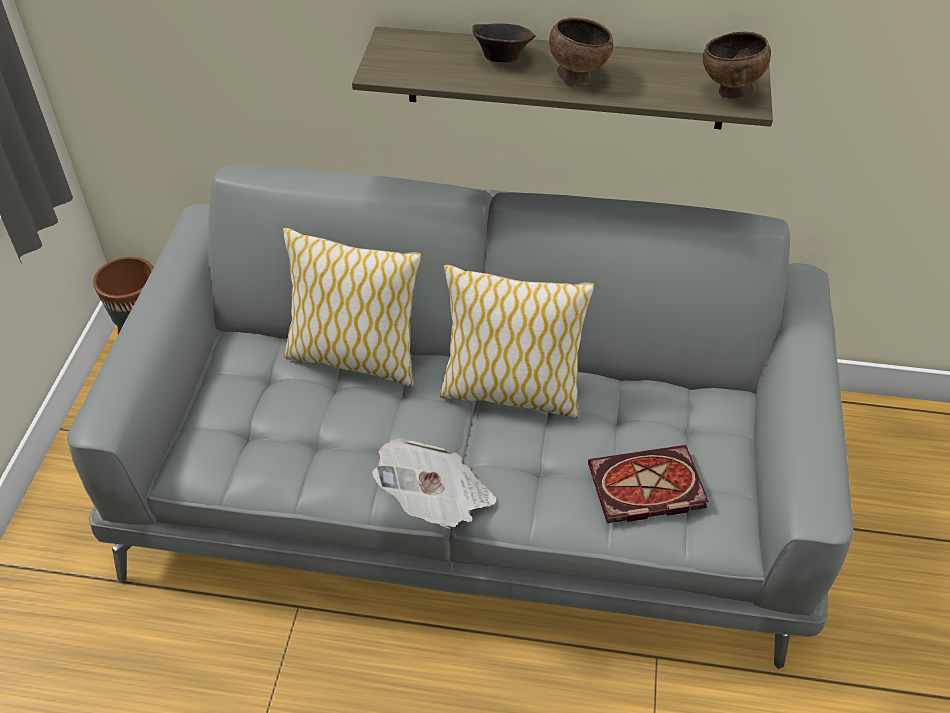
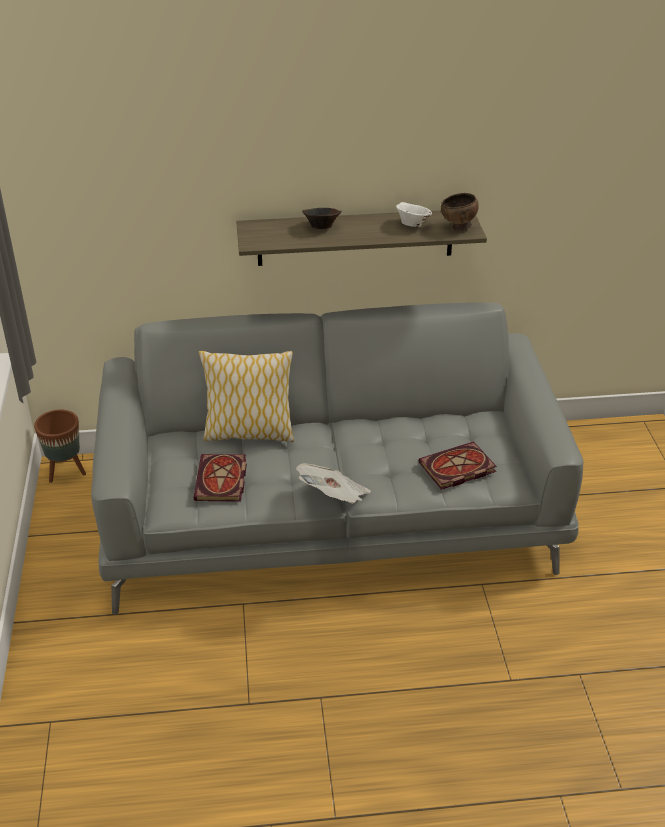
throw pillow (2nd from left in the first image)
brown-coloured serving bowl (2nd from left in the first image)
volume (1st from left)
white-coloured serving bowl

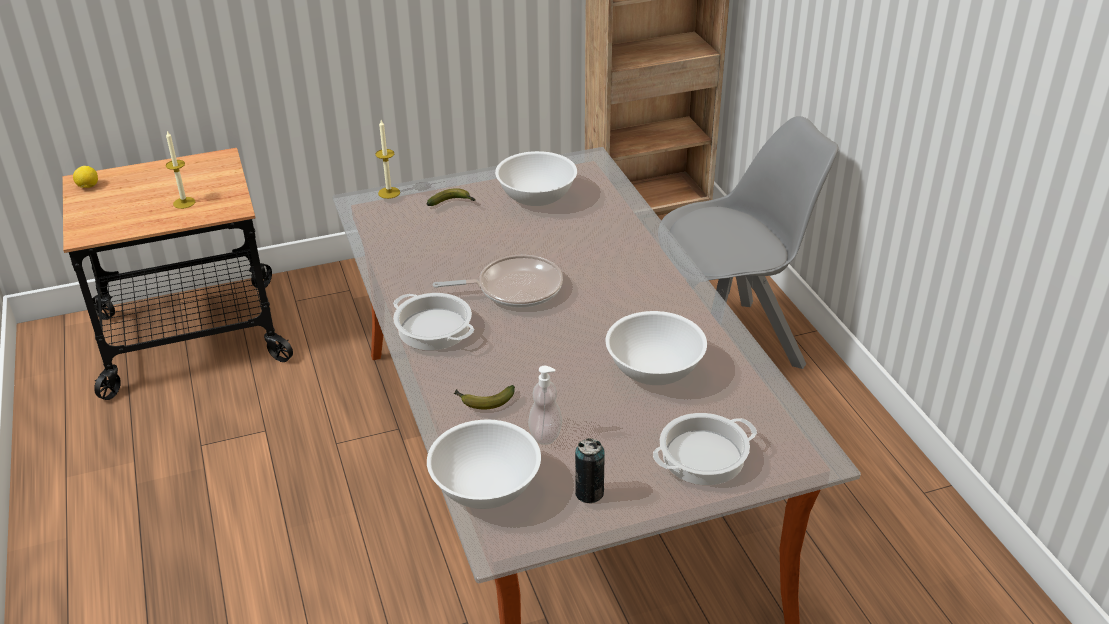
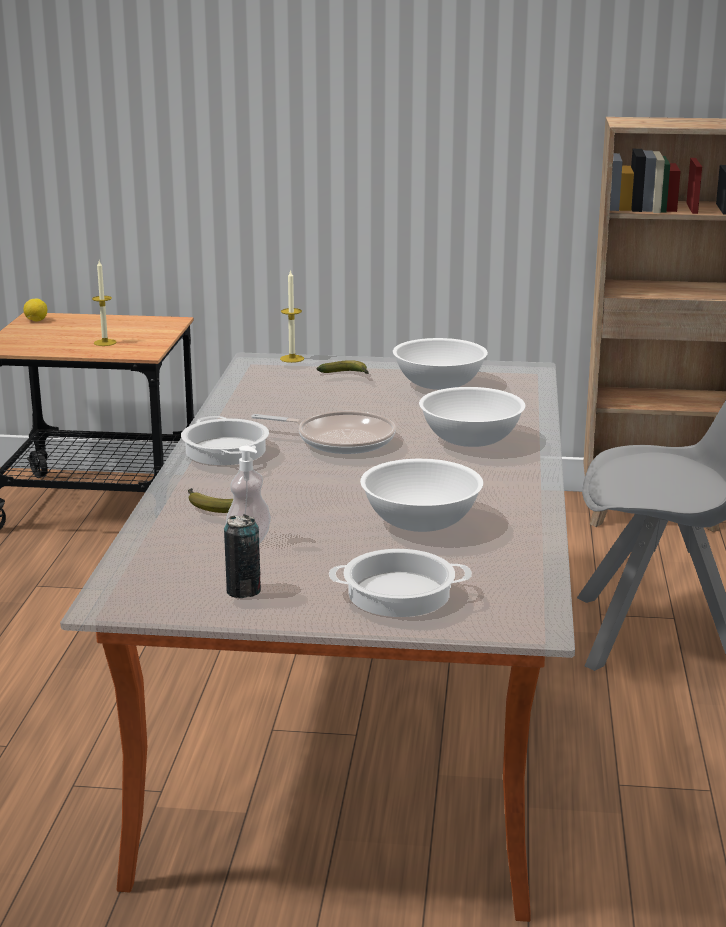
white-coloured serving bowl (3rd from left)

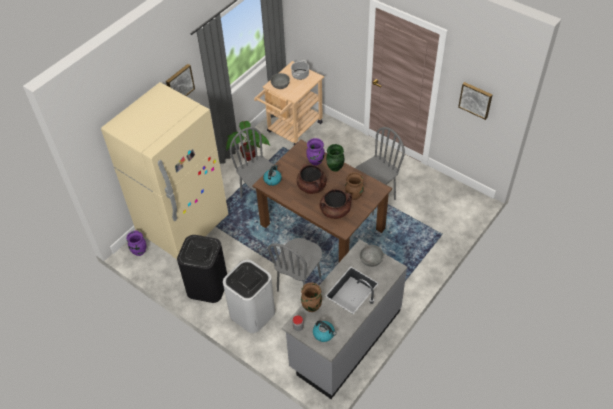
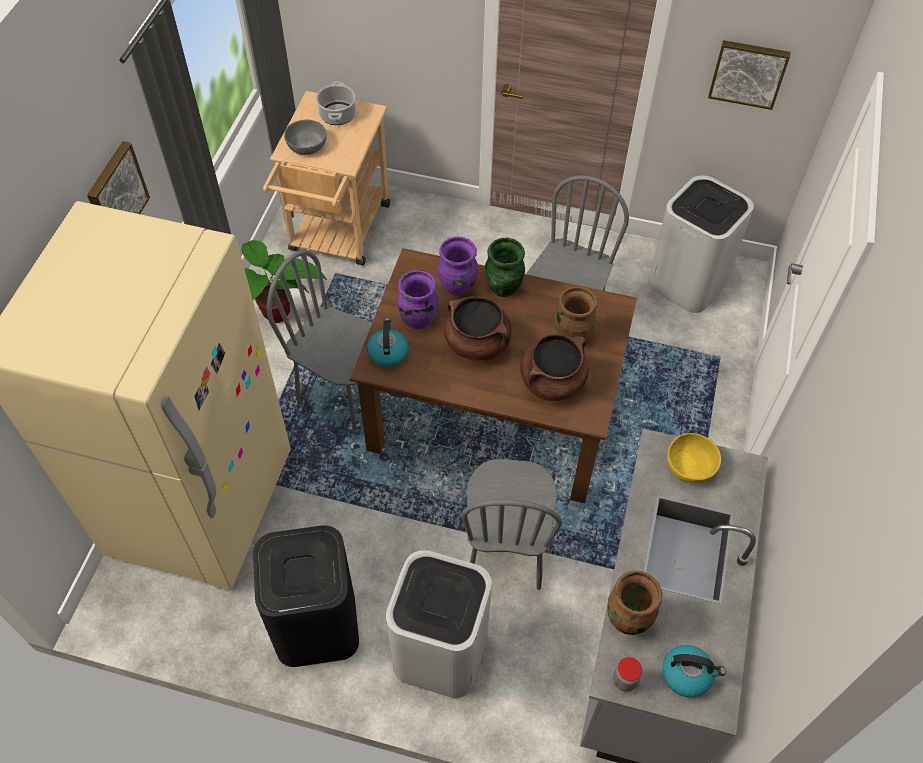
white-coloured waste bin (2nd from left)
purple-coloured flower vase (1st from left)
yellow-coloured serving bowl

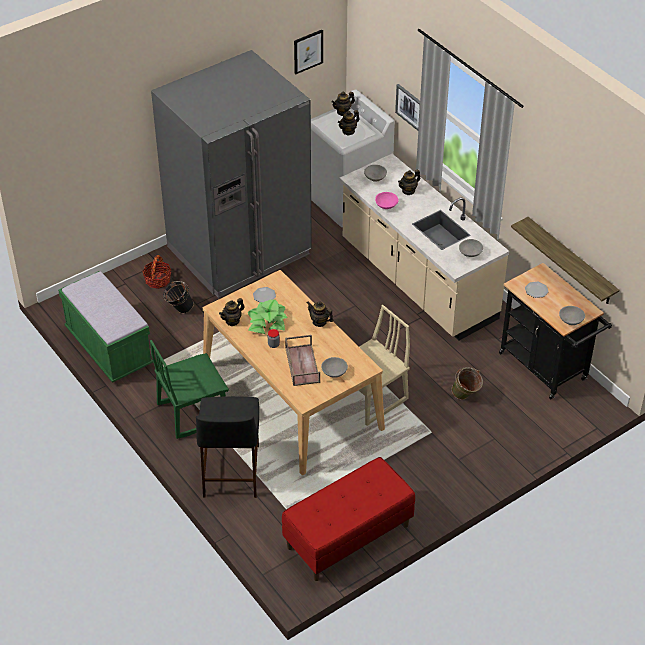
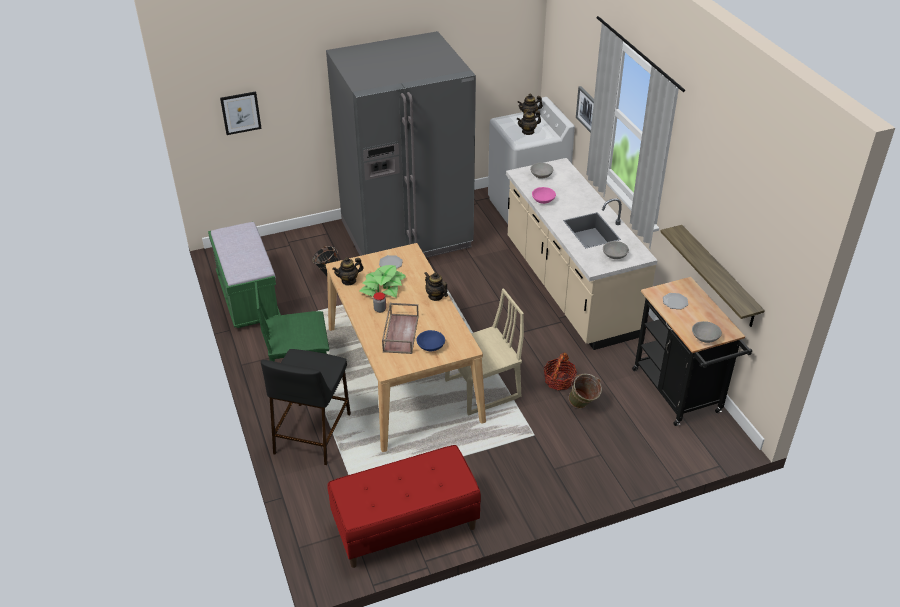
pot for tea (5th from left in the first image)
basket
wall art (1st from left)
bluish serving bowl

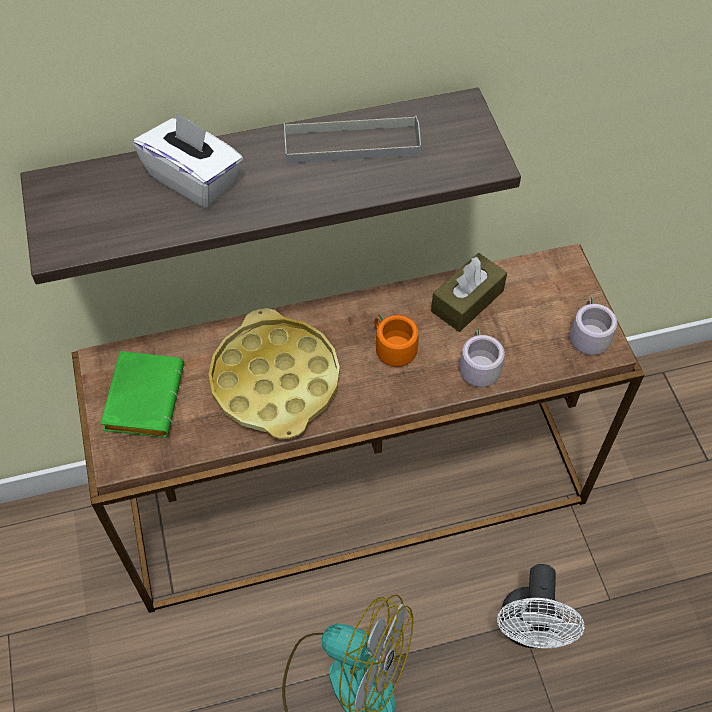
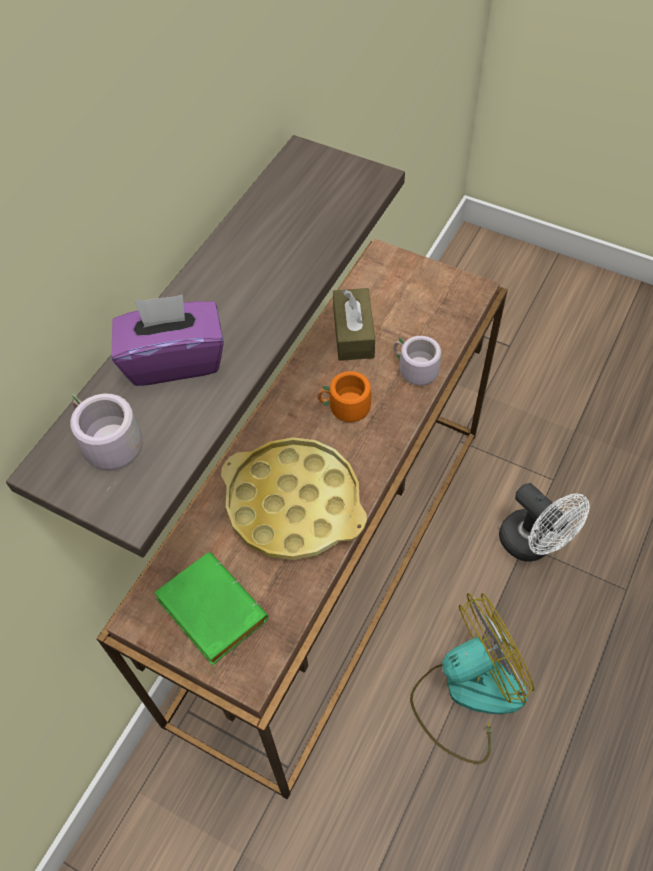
gray carrying tray
gray tea mug (1st from left)
purple-coloured tissue holder

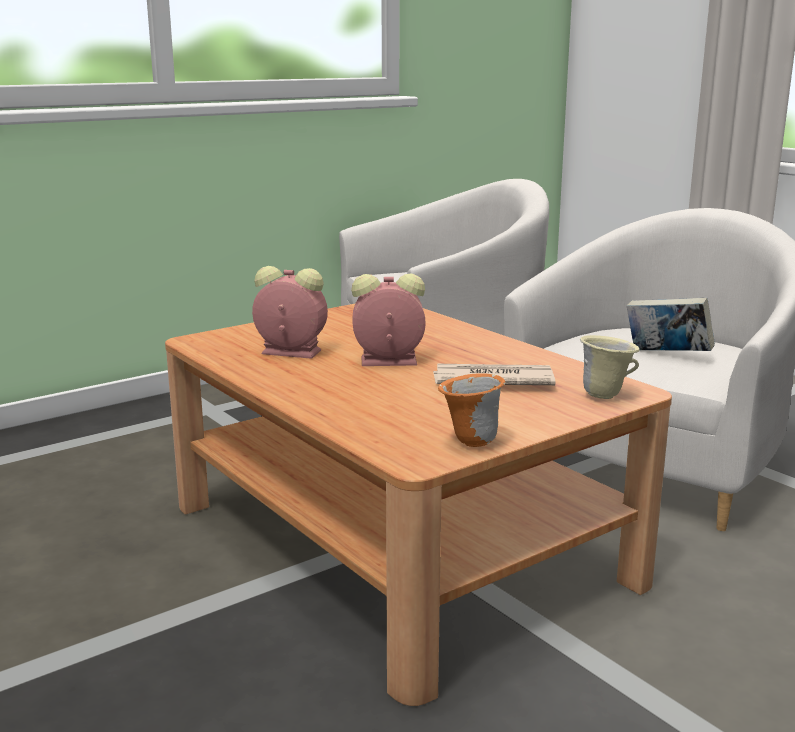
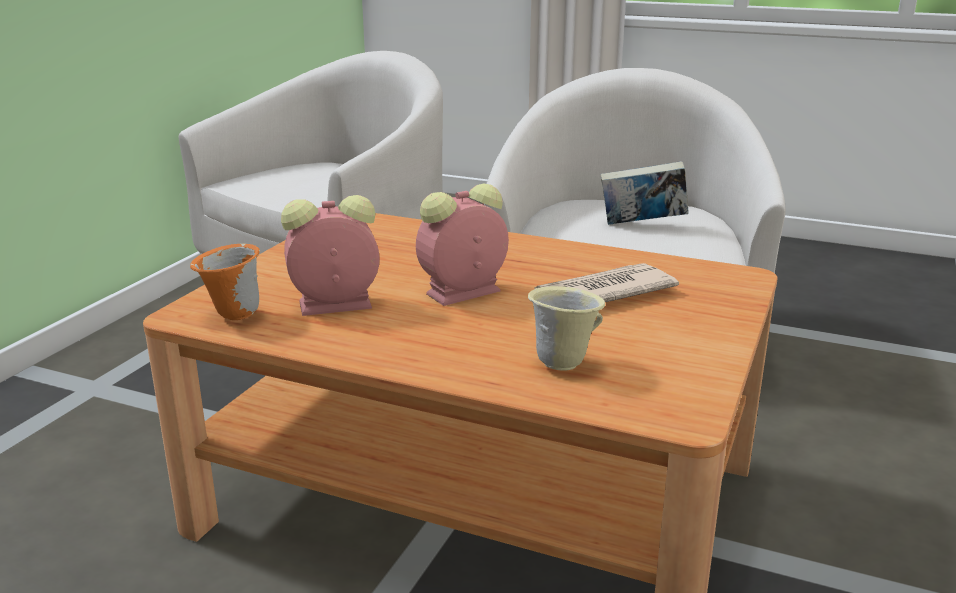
orange tea mug
beige tea mug

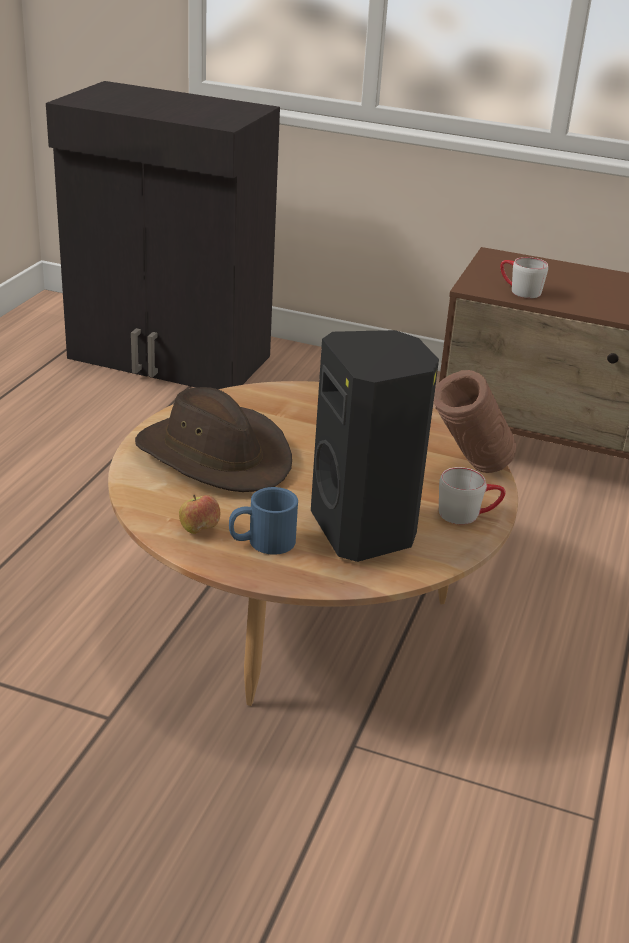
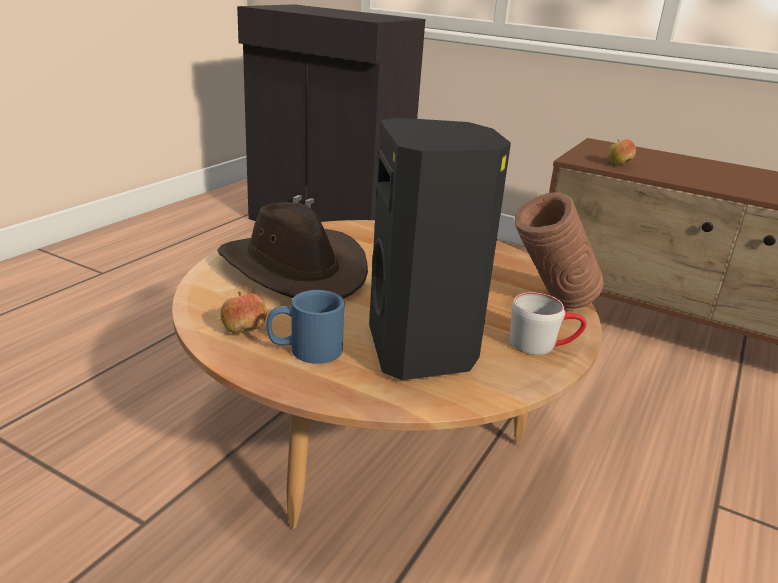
apple fruit (2nd from left)

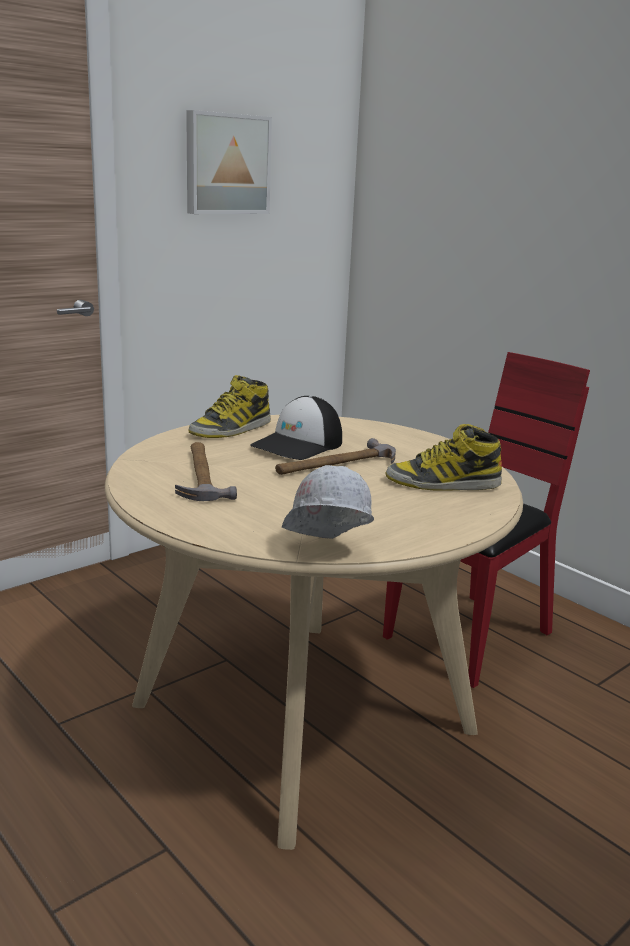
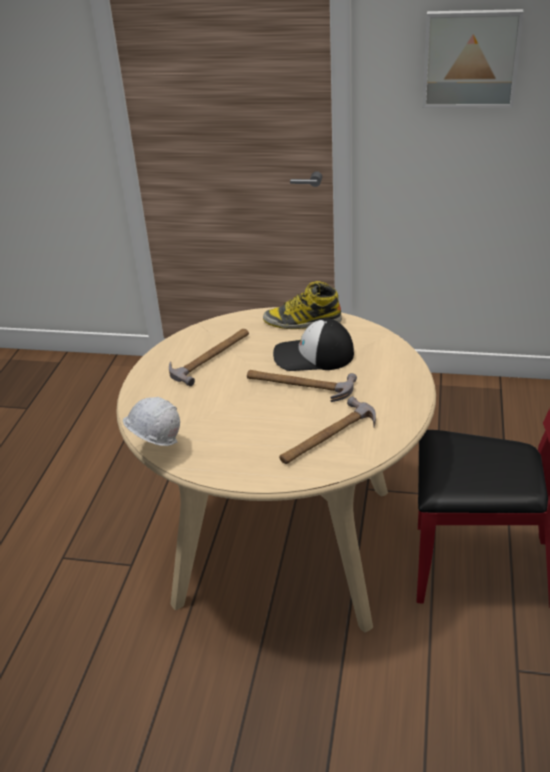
tool hammer (3rd from left)

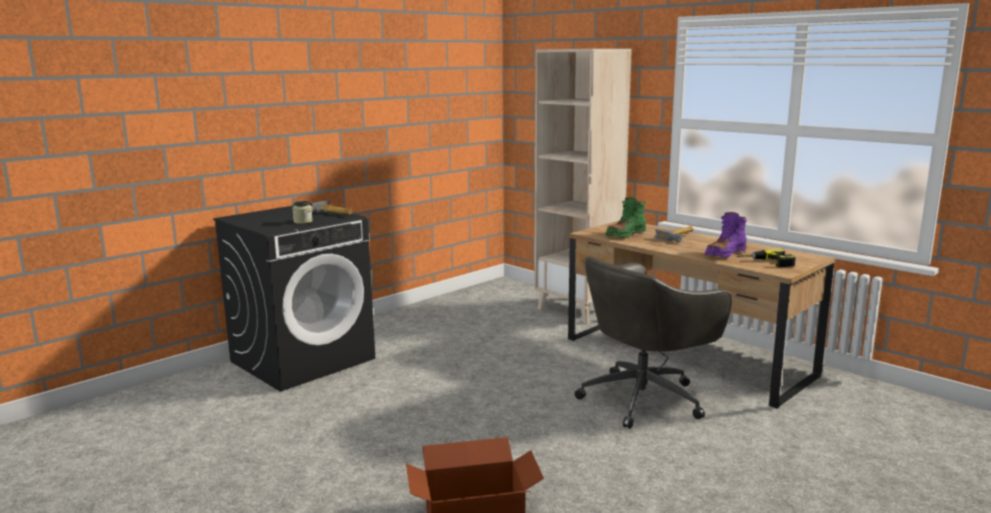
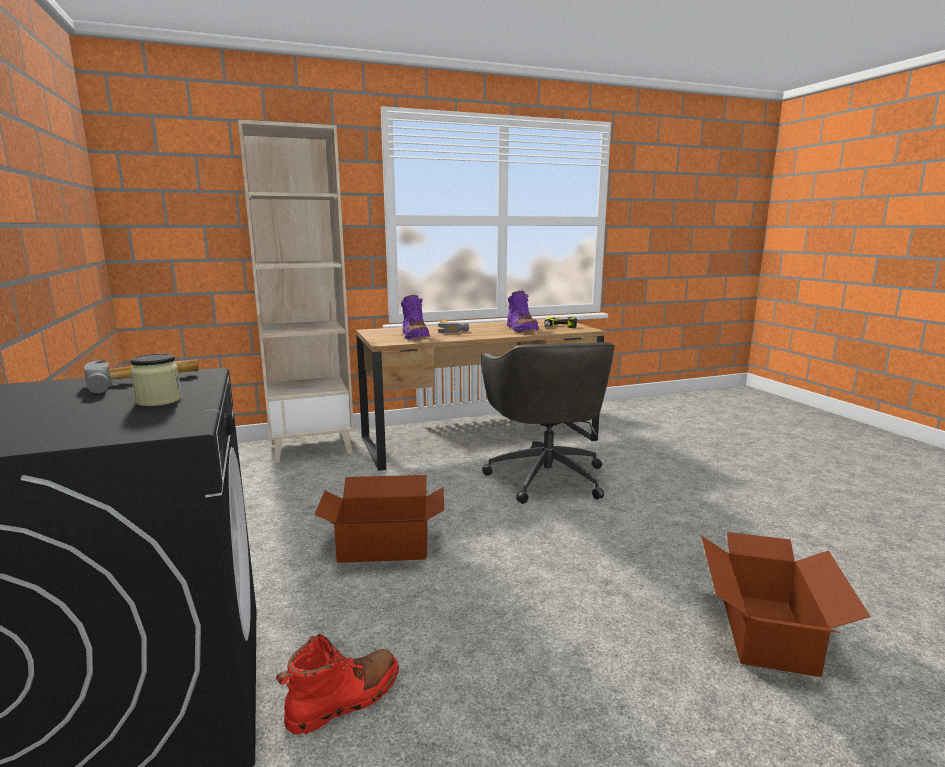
reddish tall boot
carton (1st from left)
purple-coloured tall boot (1st from left)

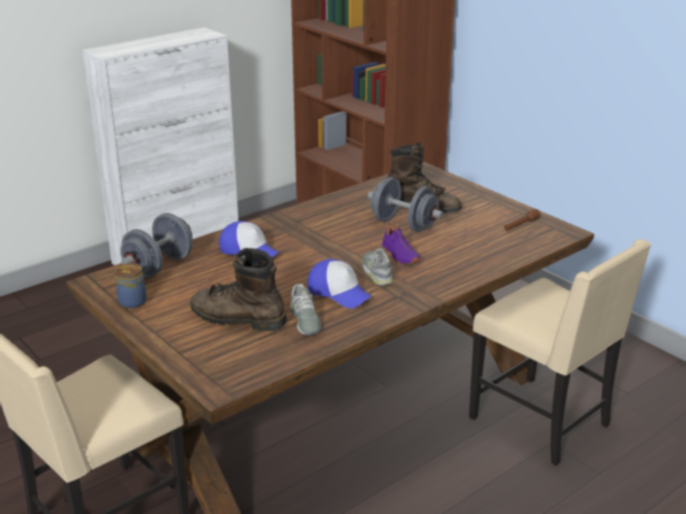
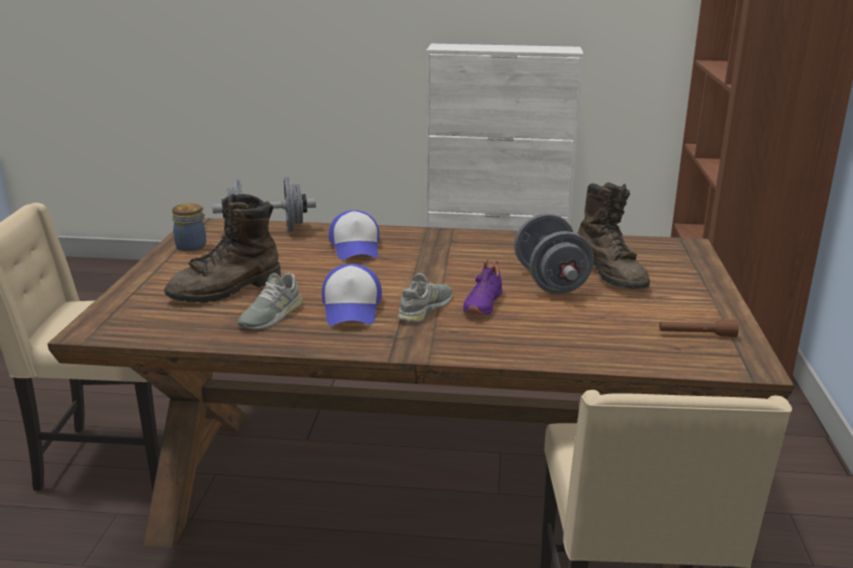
brown-coloured tall boot (1st from left)

